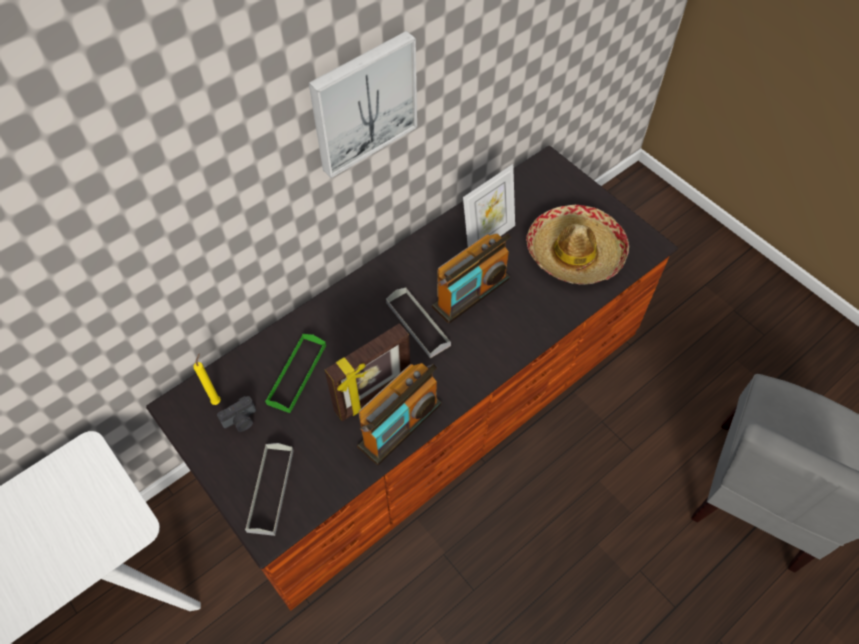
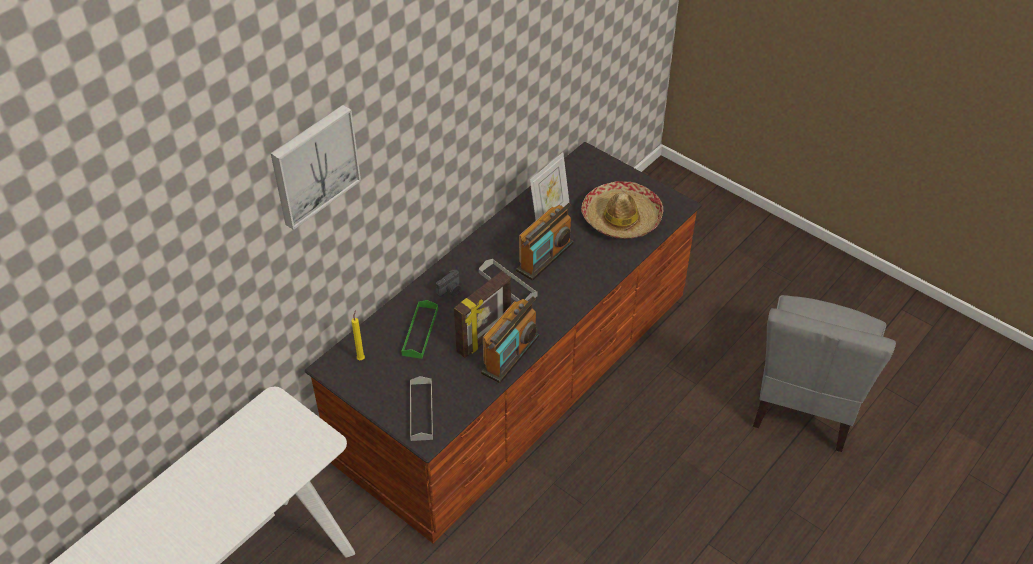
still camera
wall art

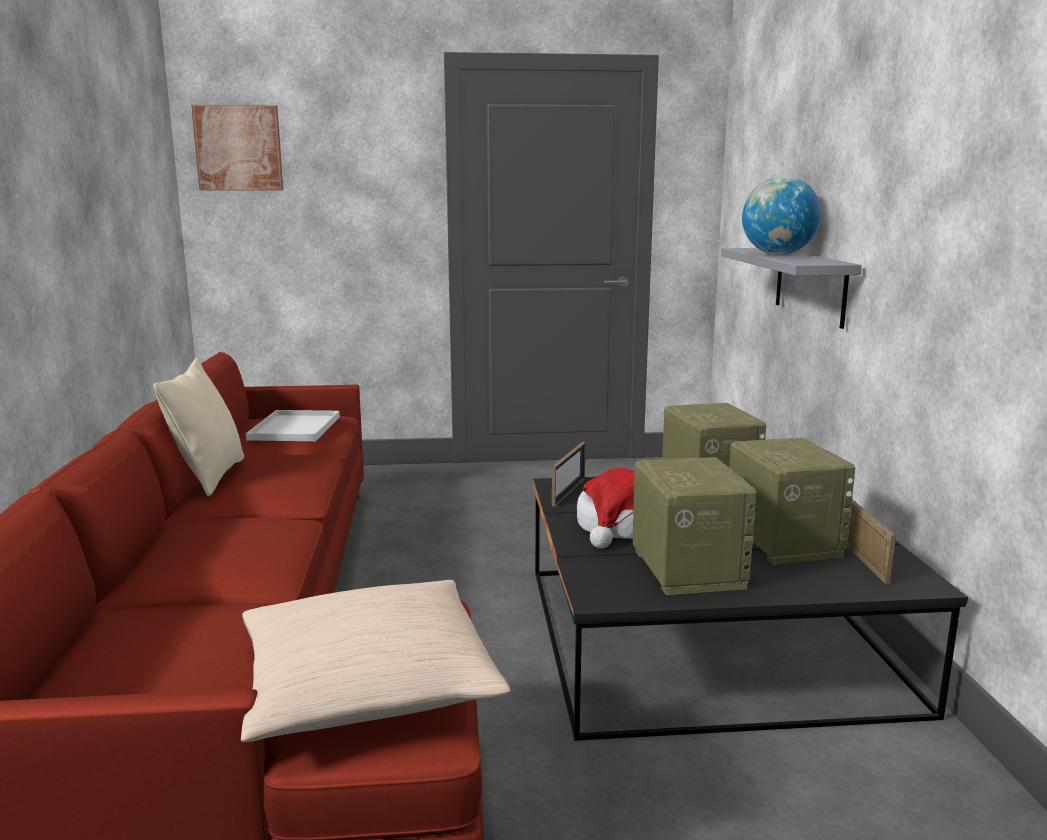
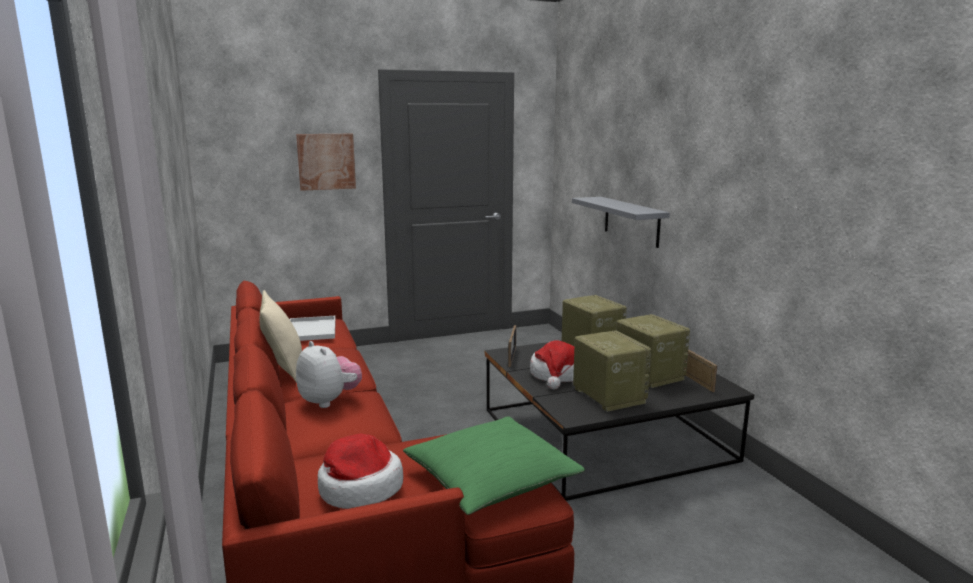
desk globe
plush toy
wearable hat (1st from left)
wall art
greenish throw pillow

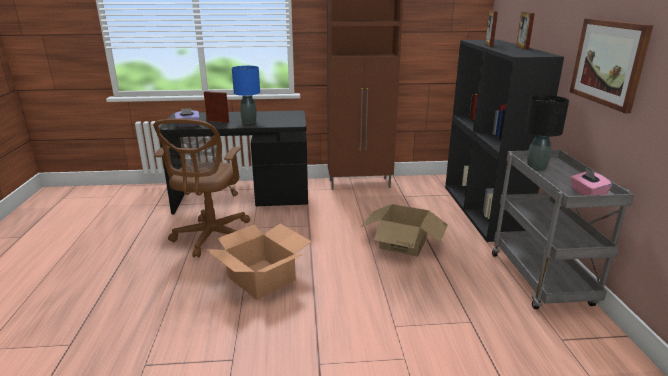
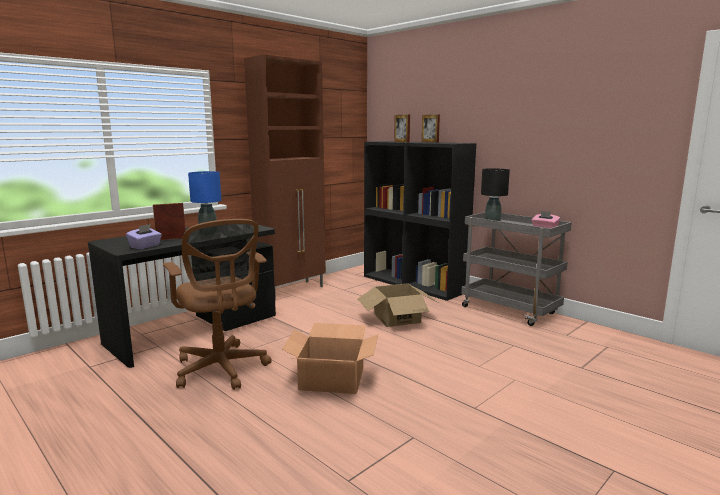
wall art

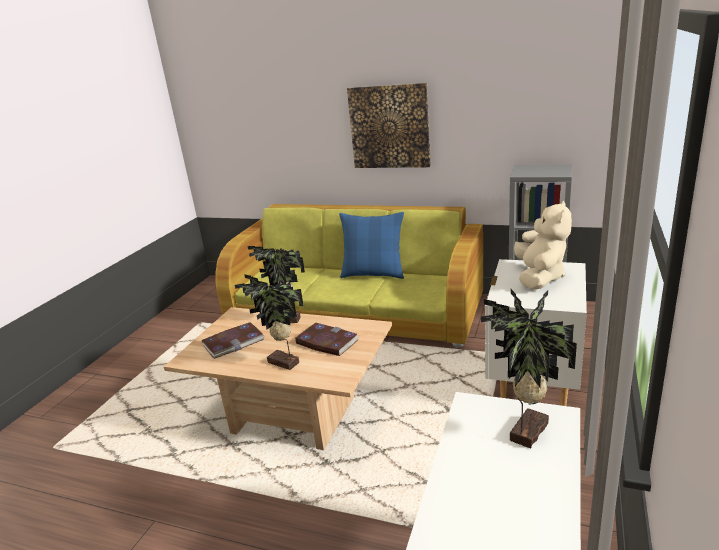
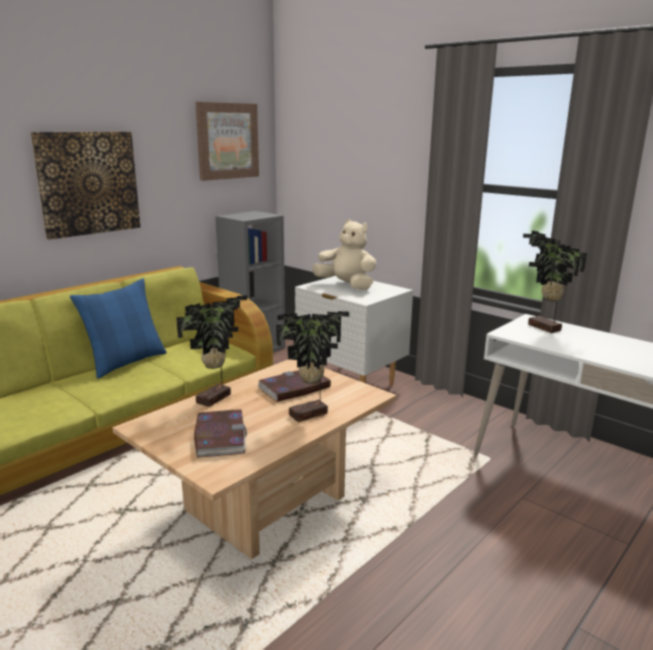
wall art (2nd from left)

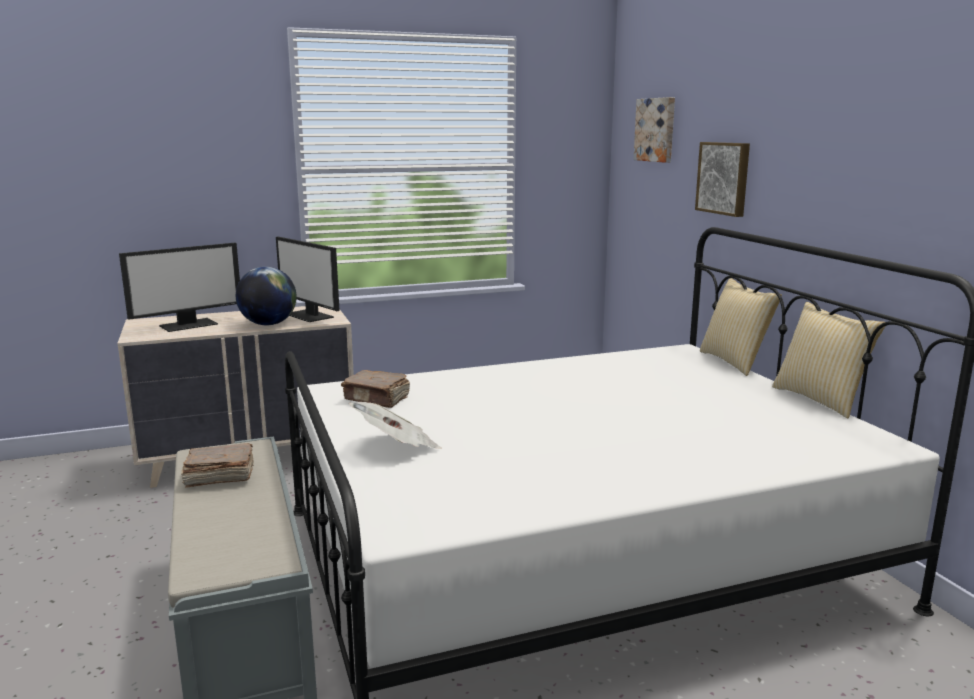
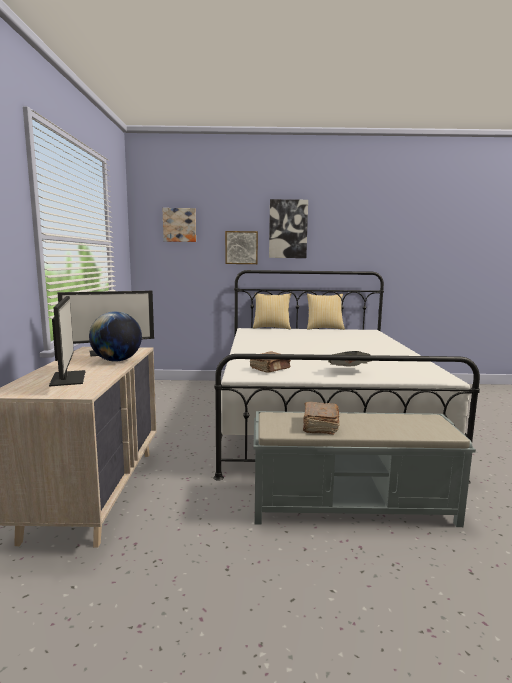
wall art (3rd from left)

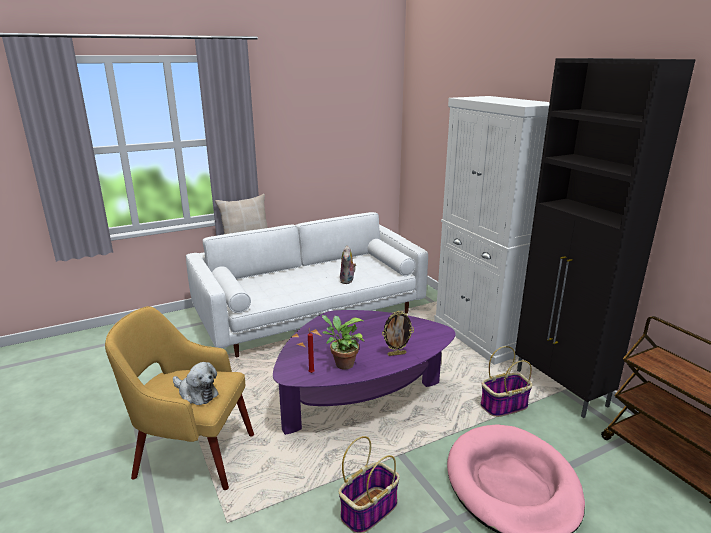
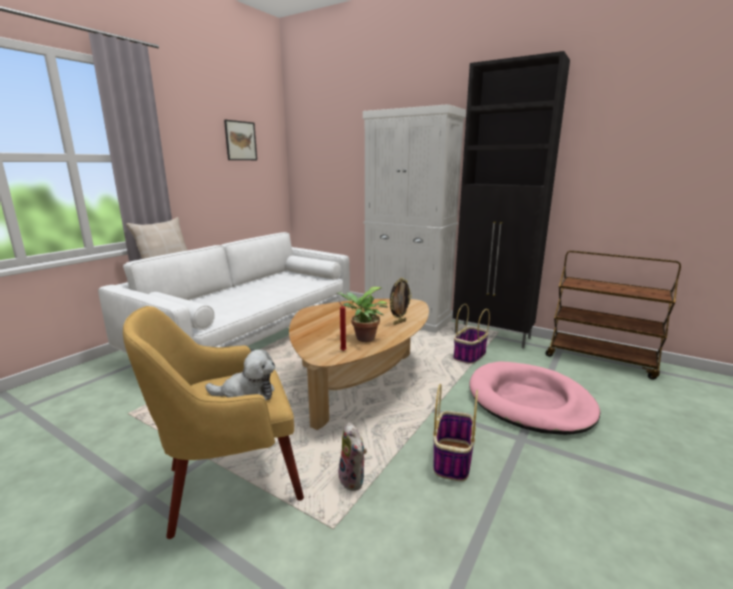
wall art
plush toy (2nd from left)
brown-coloured coffee table

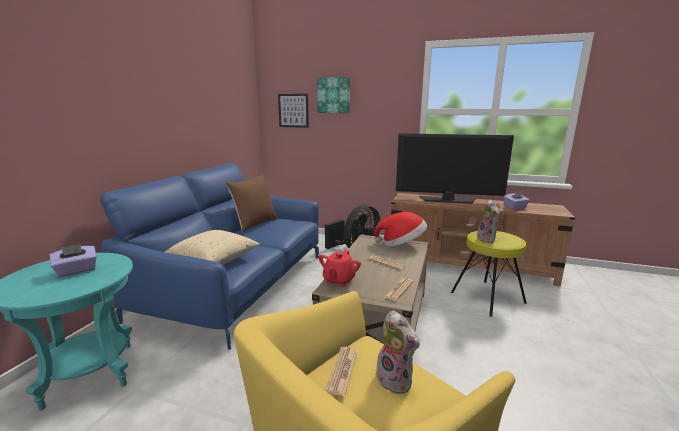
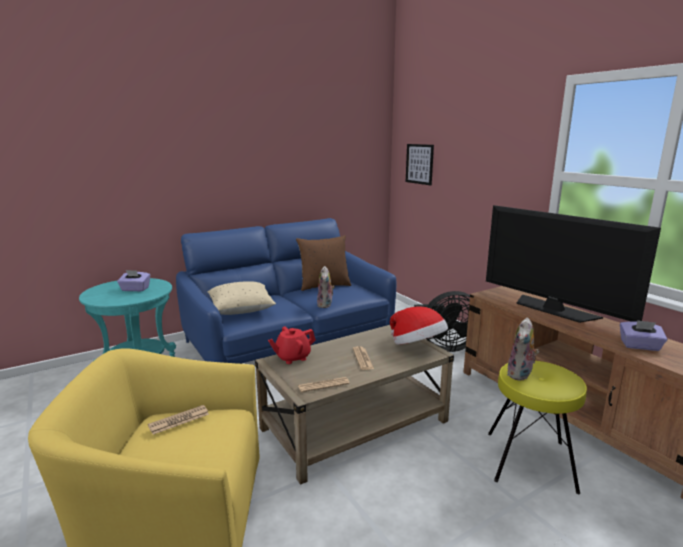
wall art (2nd from left in the first image)
plush toy (1st from left)

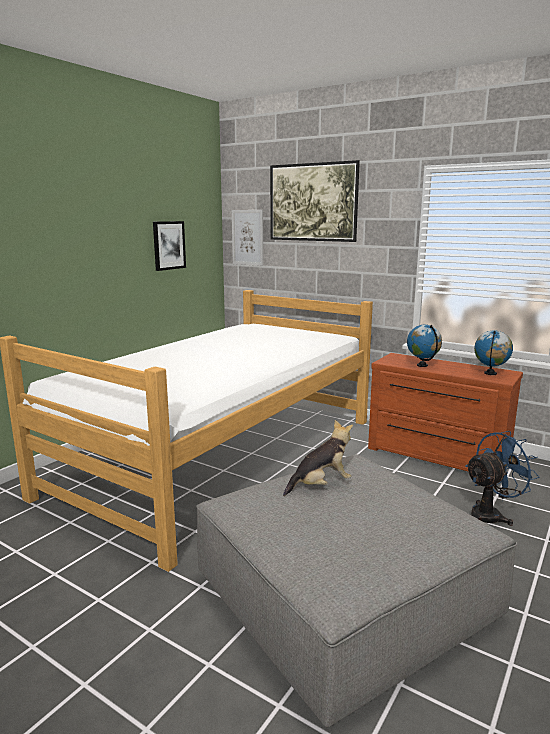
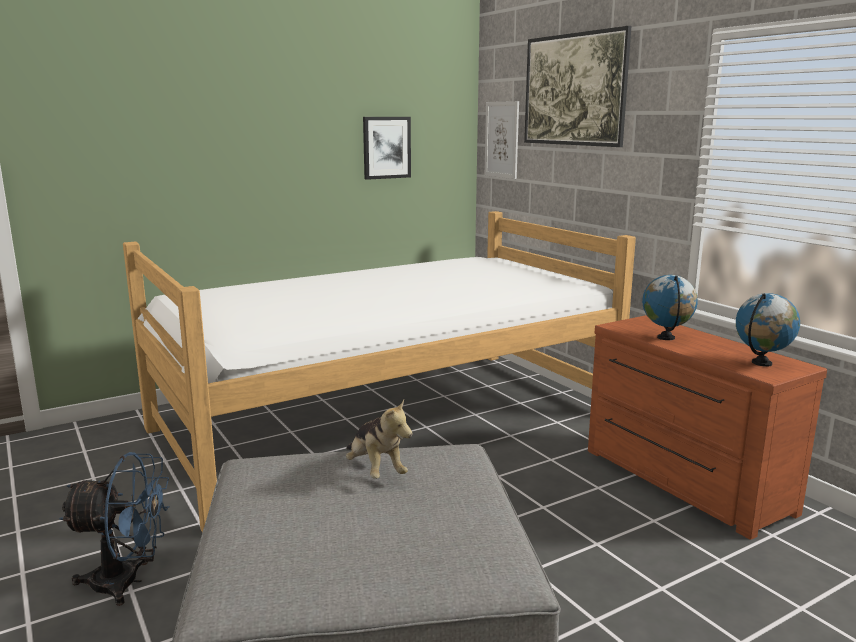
bluish fan
plush toy

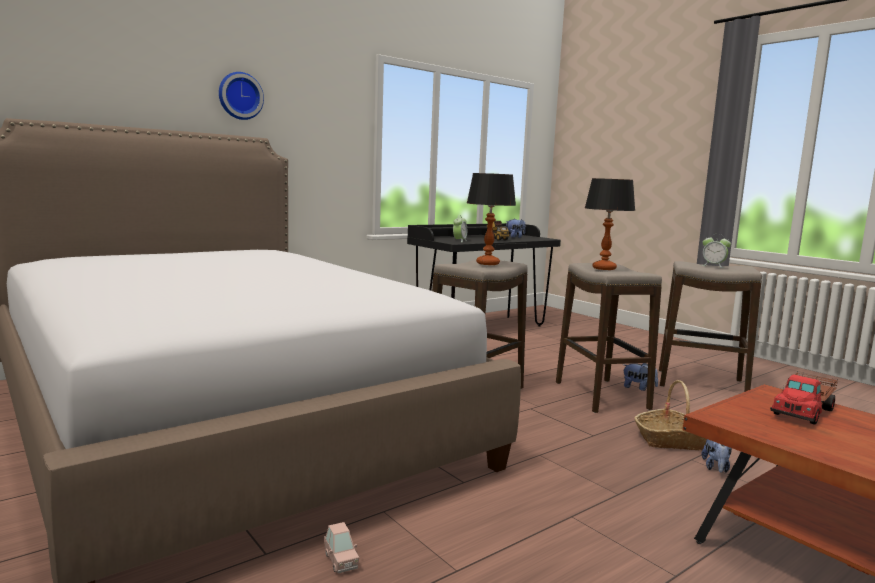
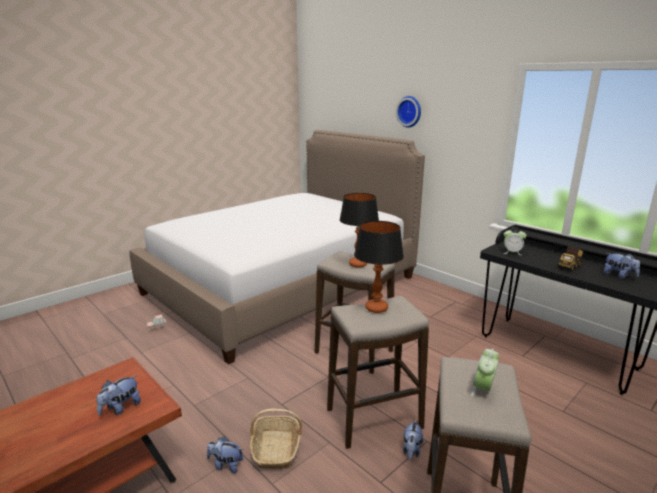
plush toy (1st from left)

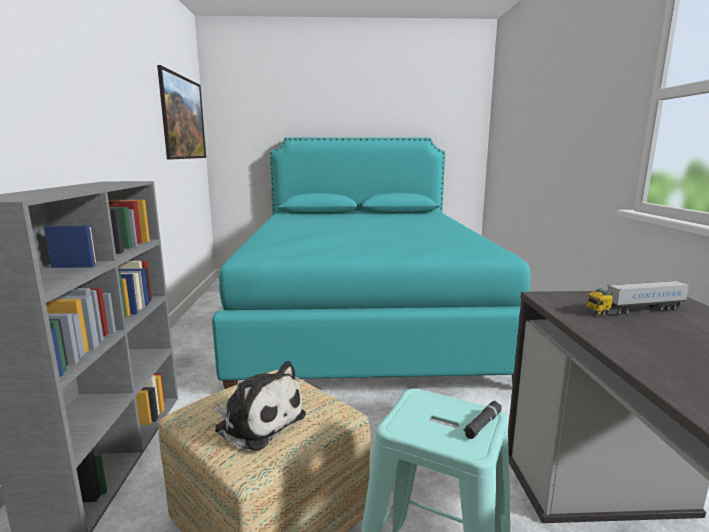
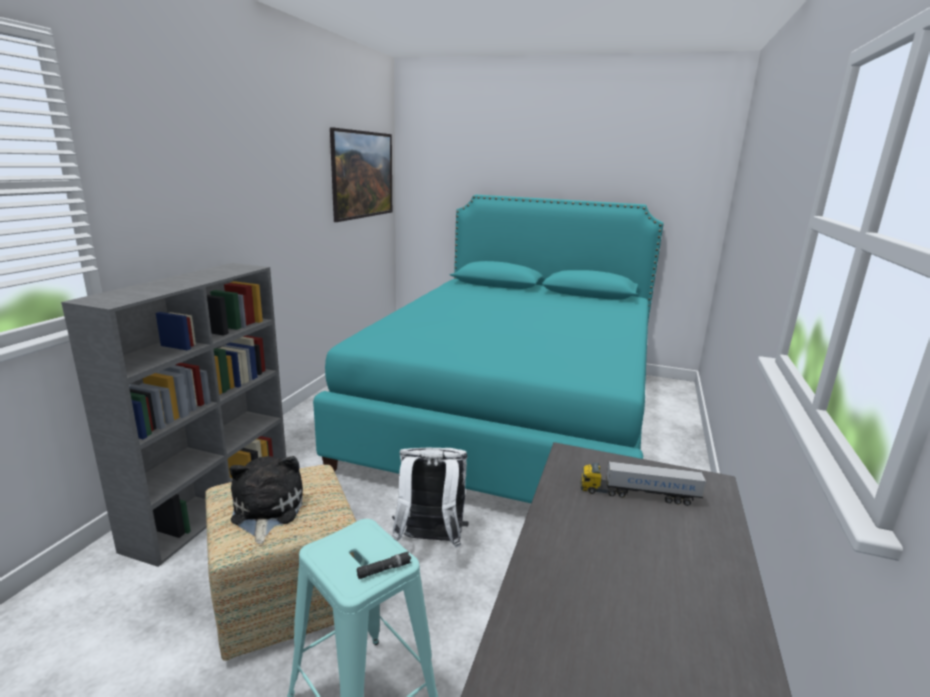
white-coloured knapsack
plush toy

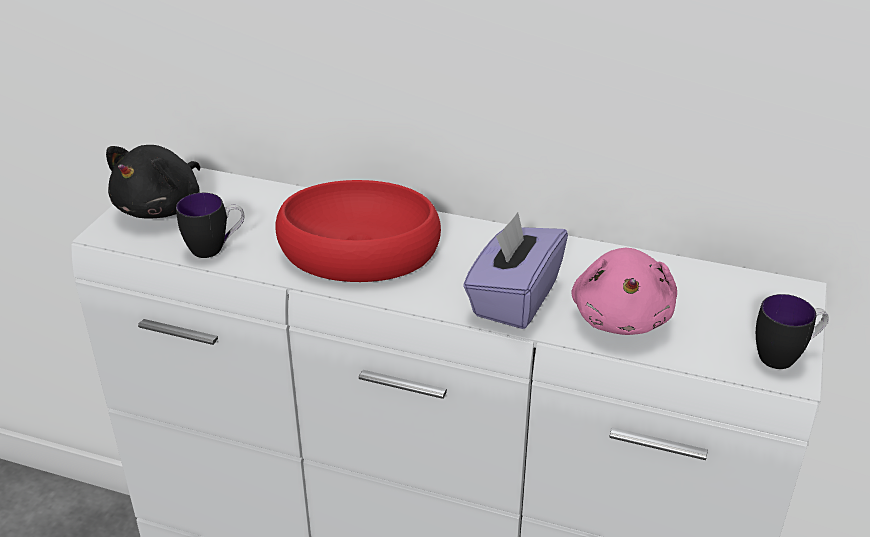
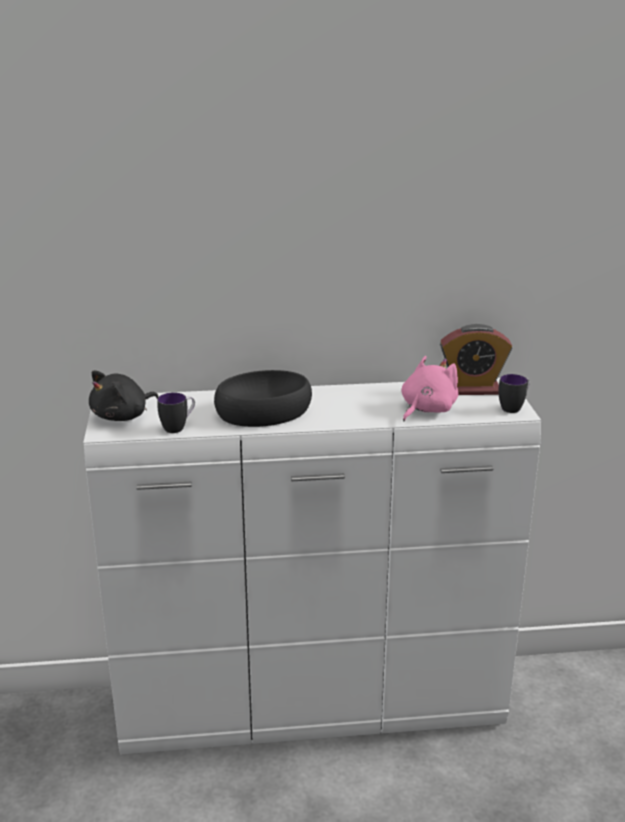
purple-coloured tissue holder
alarm clock
black serving bowl
black plush toy
pink plush toy

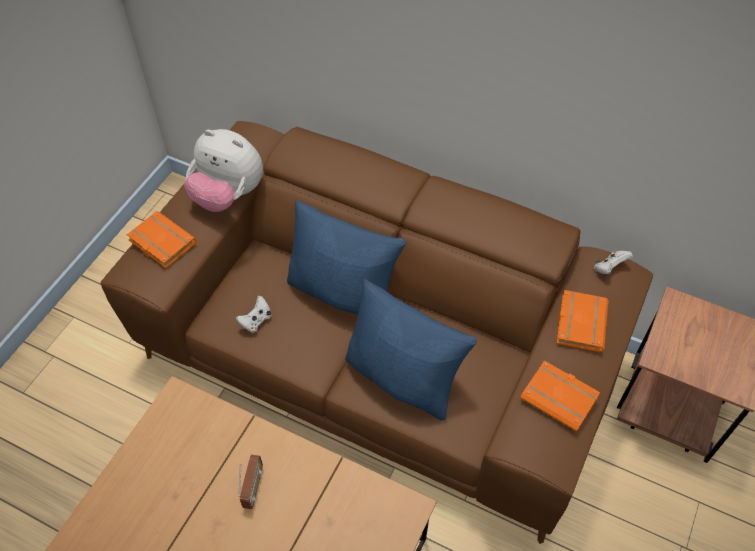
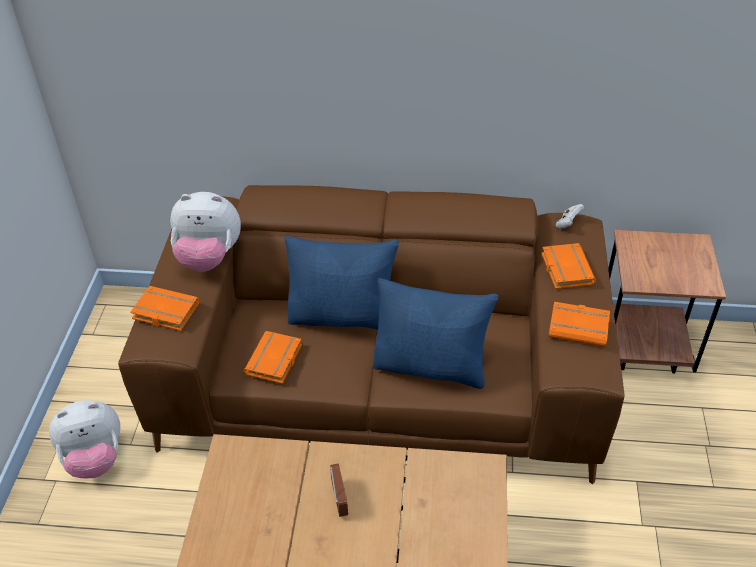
plush toy (1st from left)
orange volume (2nd from left)

